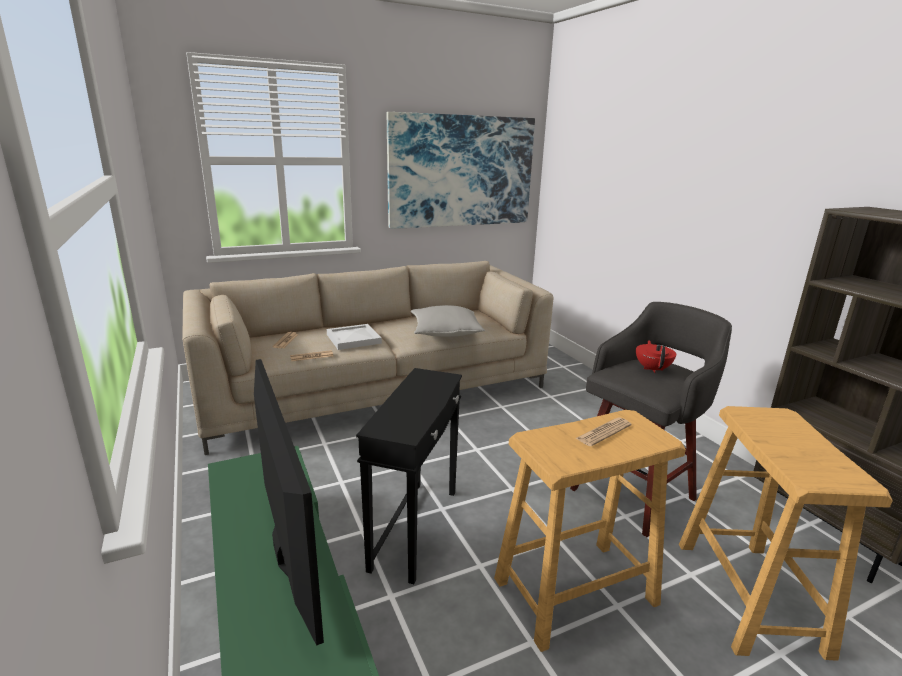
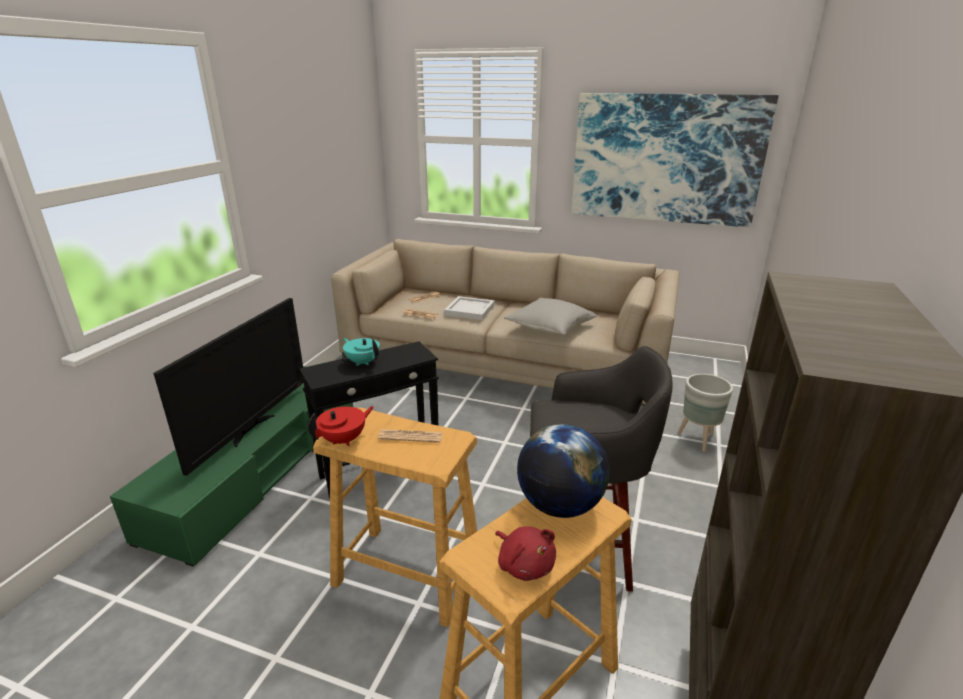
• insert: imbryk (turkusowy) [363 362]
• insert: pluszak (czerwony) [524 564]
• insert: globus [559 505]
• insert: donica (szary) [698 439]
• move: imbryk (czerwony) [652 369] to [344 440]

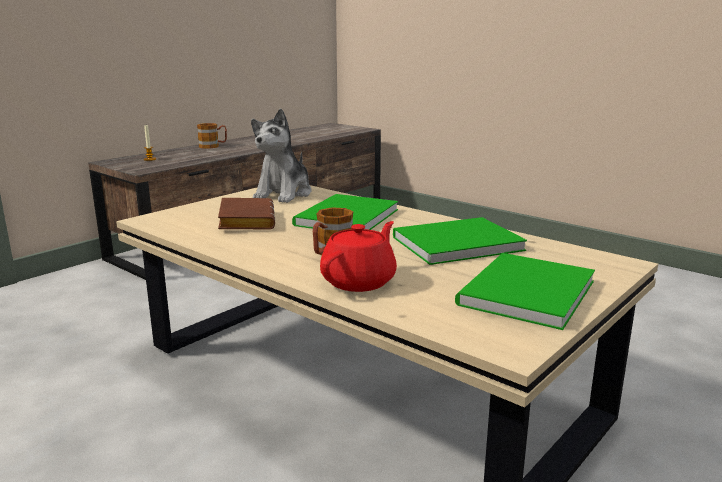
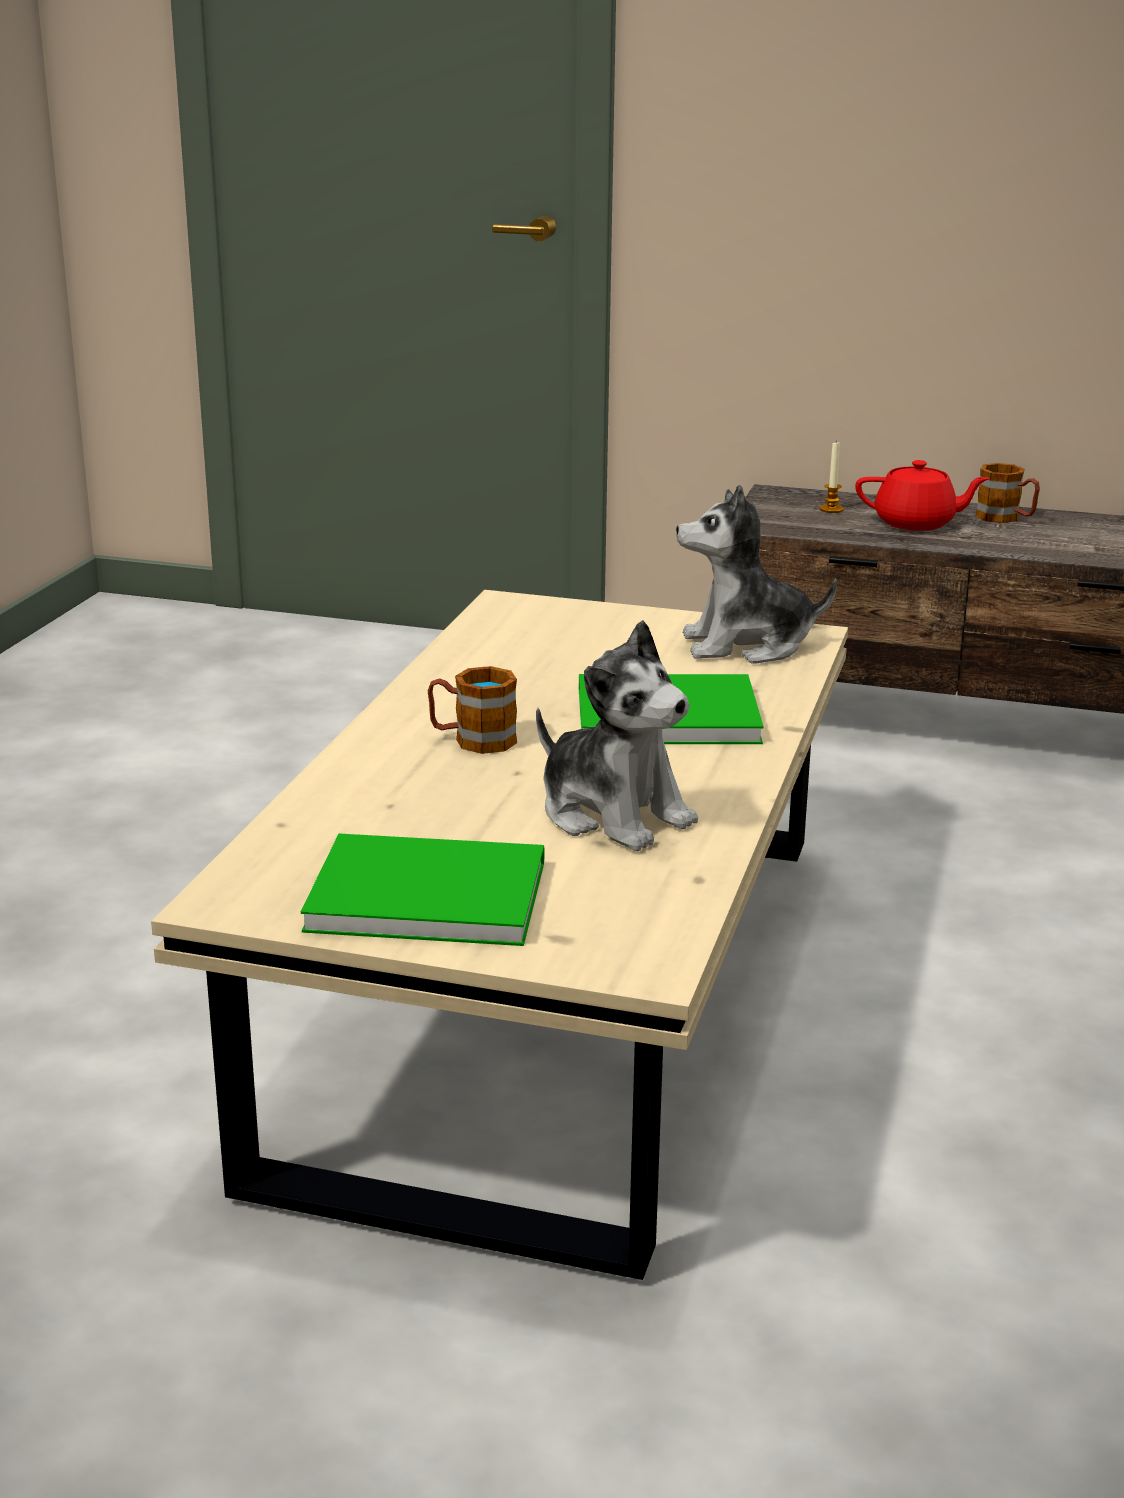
• delete: książka (brązowy) [244 220]
• move: imbryk (czerwony) [359 281] to [916 523]
• replace: książka (zielony) [452 243] to pluszak [613 815]

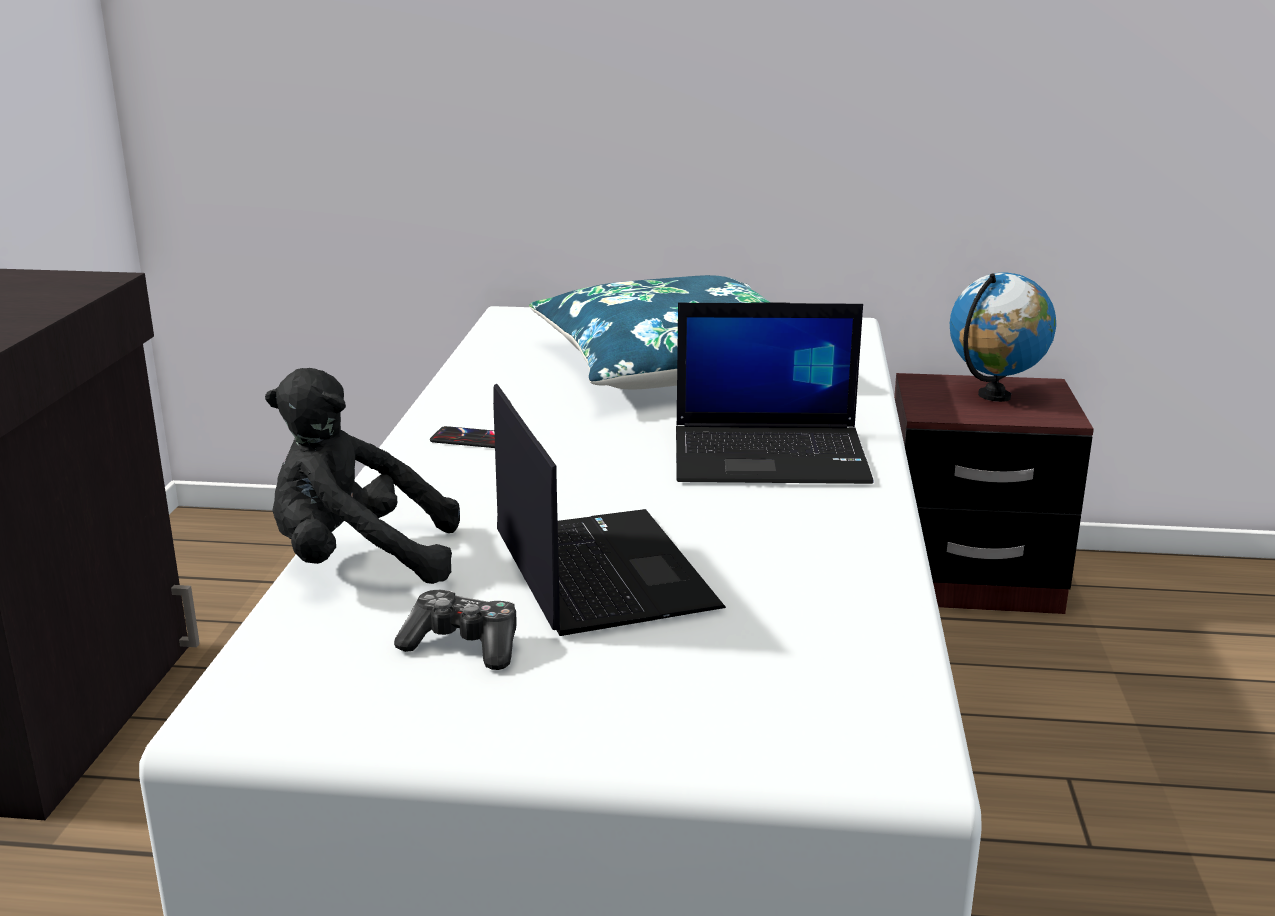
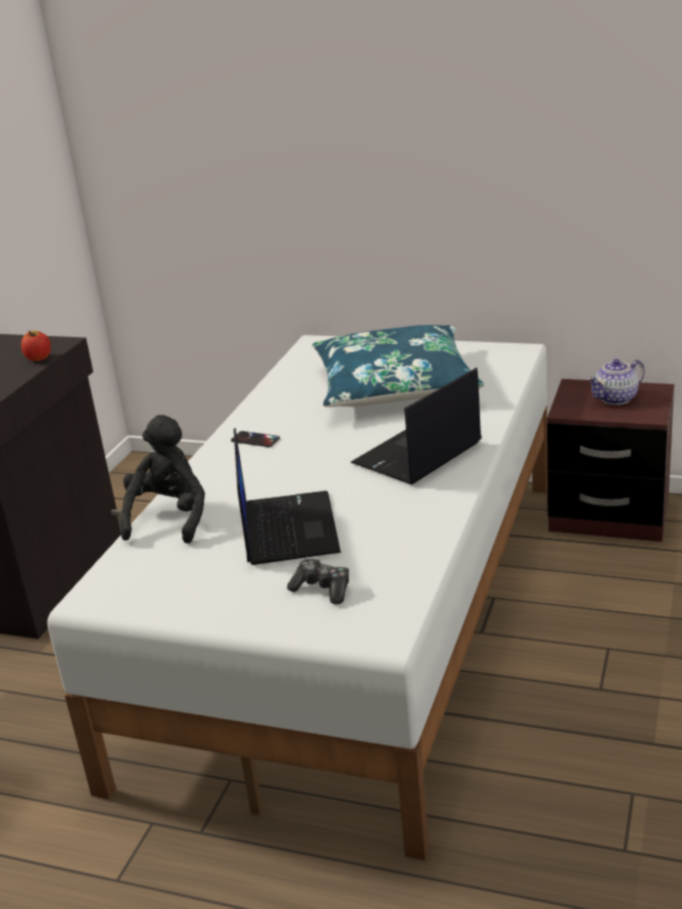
• insert: jabłko [38 358]
• move: pad do gier [463 645] to [322 589]
• replace: globus [994 396] to imbryk [616 398]
• rotate: pluszak (czarny) [358 562] = [169 518] 90 degrees clockwise
• rotate: laptop [772 456] = [417 455] 120 degrees clockwise

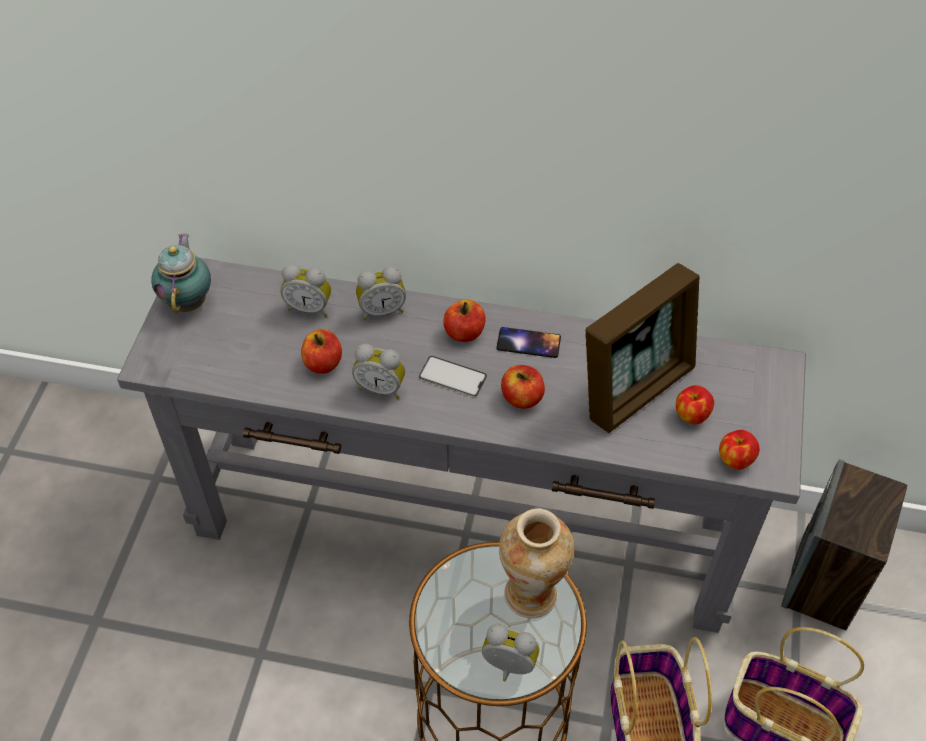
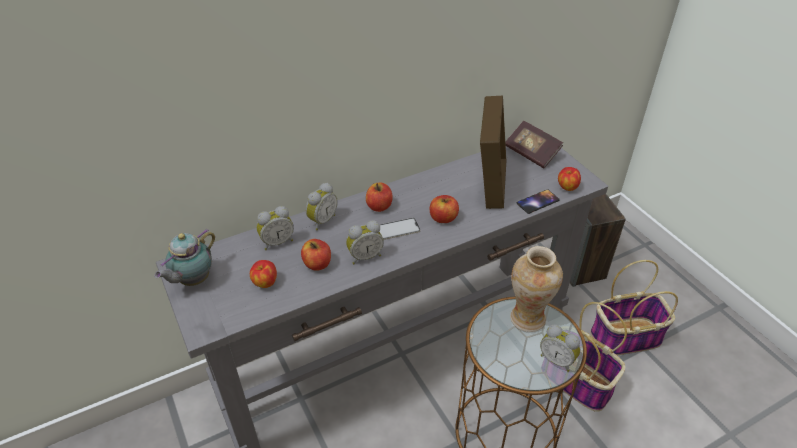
• insert: książka [531 153]
• move: telefon [528 343] to [537 202]
• move: jabłko [691 415] to [265 283]
• rotate: imbryk [188 300] = [193 280] 105 degrees counterclockwise
• rotate: budzik [508 667] = [557 359] 120 degrees counterclockwise

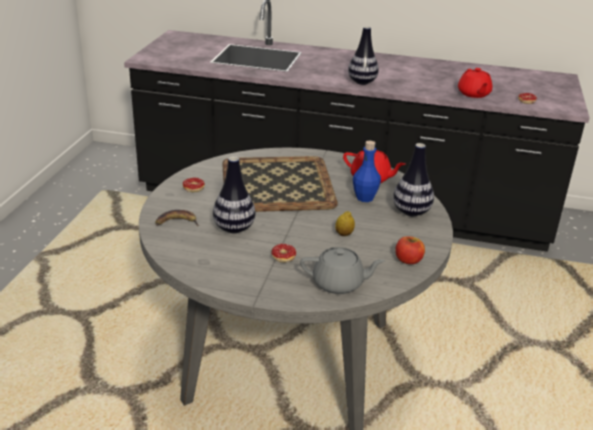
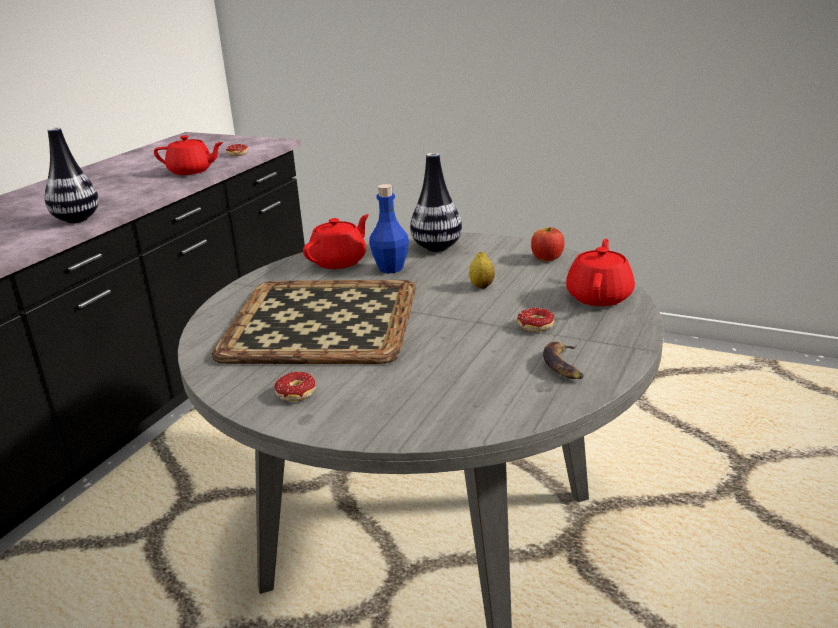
• delete: wazon [234 228]
• move: banan [176 222] to [564 365]
• recolor: imbryk (szary) [339 284] to imbryk (czerwony) [599 296]

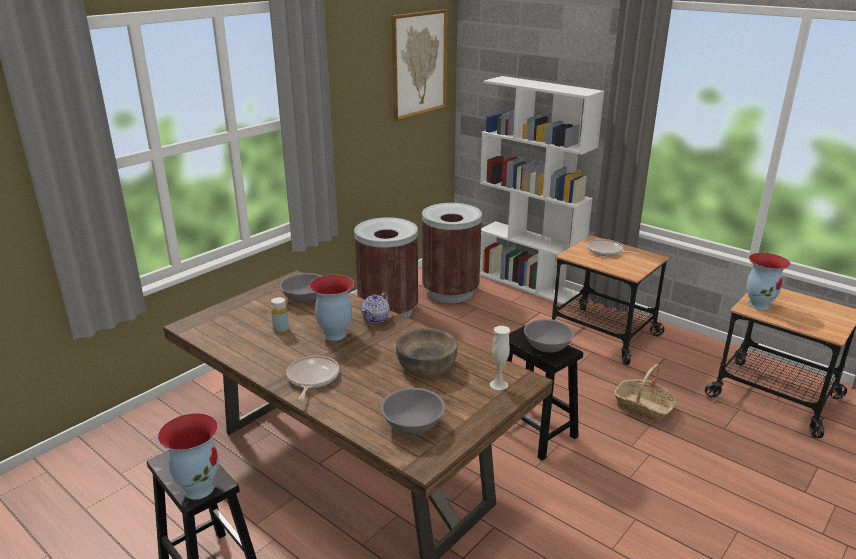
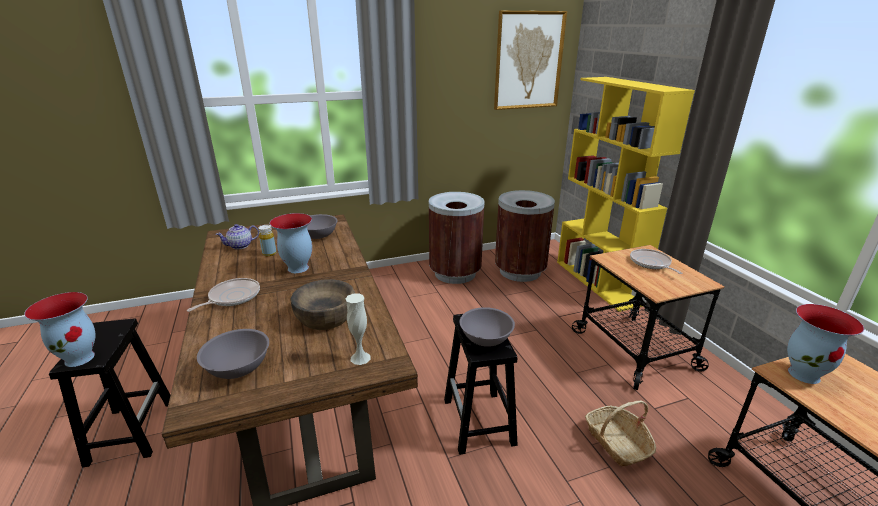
• move: imbryk [376 318] to [240 246]
• recolor: regał (biały) [528 284] to regał (żółty) [598 282]

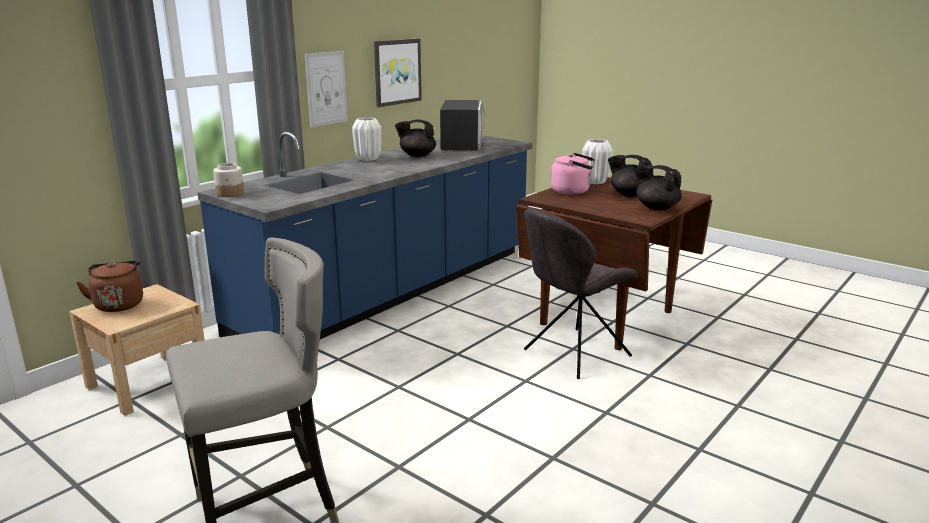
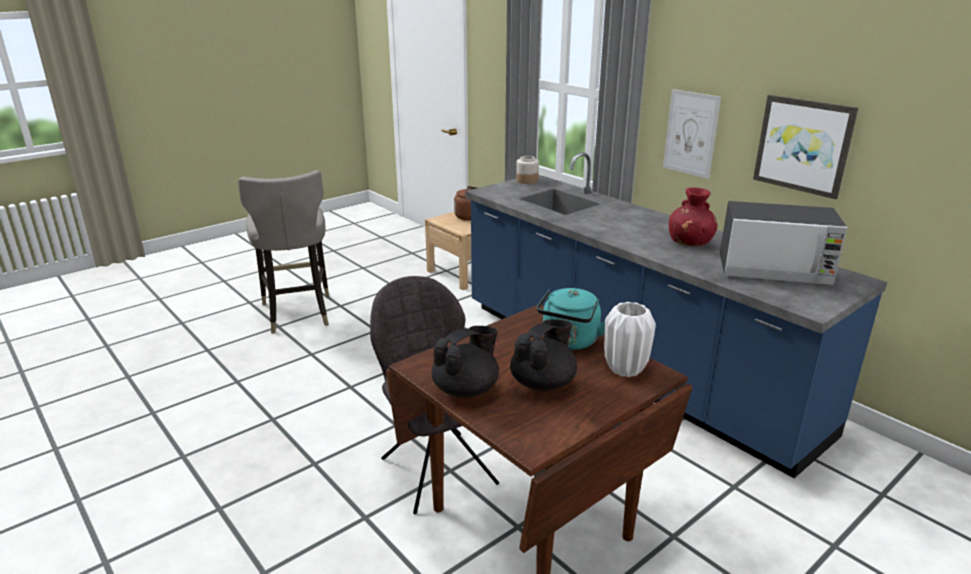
• delete: wazon (biały) [368 159]
• replace: imbryk (czarny) [417 155] to wazon (czerwony) [690 243]
• recolor: czajnik (różowy) [573 191] to czajnik (turkusowy) [569 342]

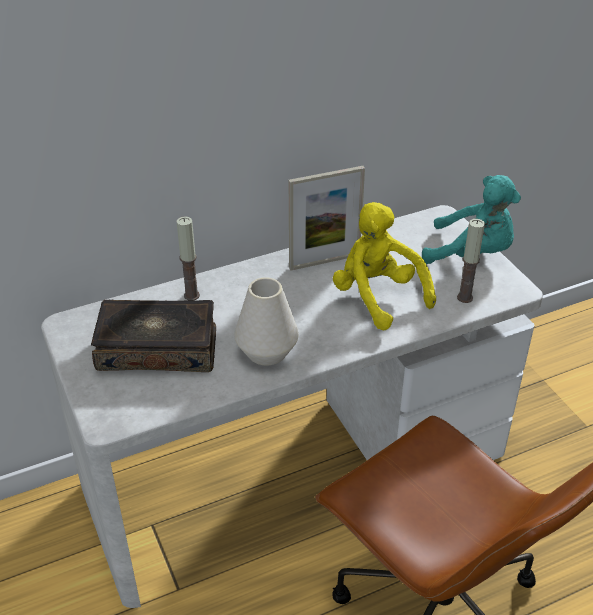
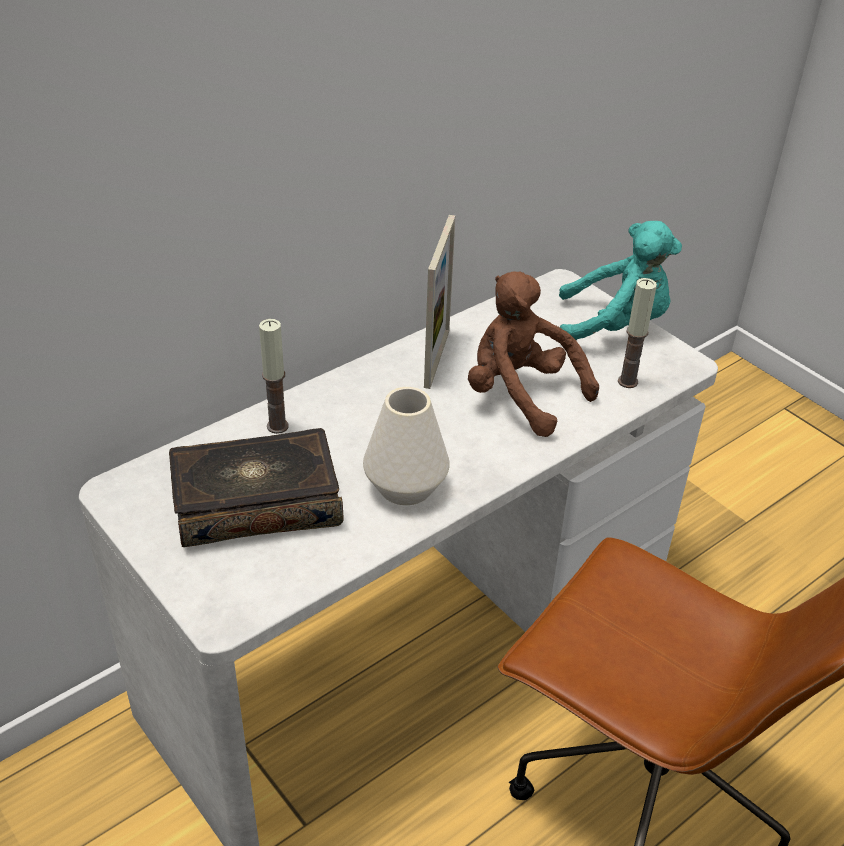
• recolor: pluszak (żółty) [377 297] to pluszak (brązowy) [520 395]
• rotate: ramka na zdjęcie [324 261] = [437 358] 45 degrees counterclockwise

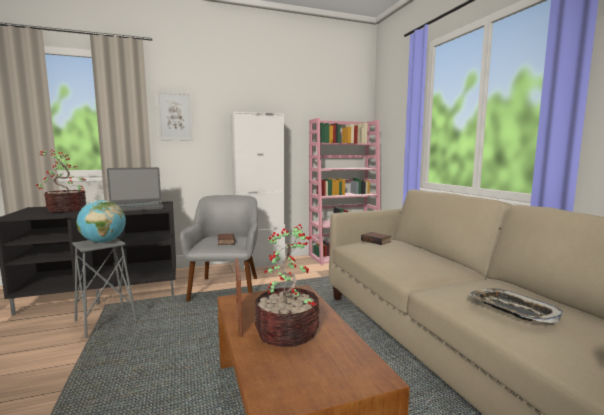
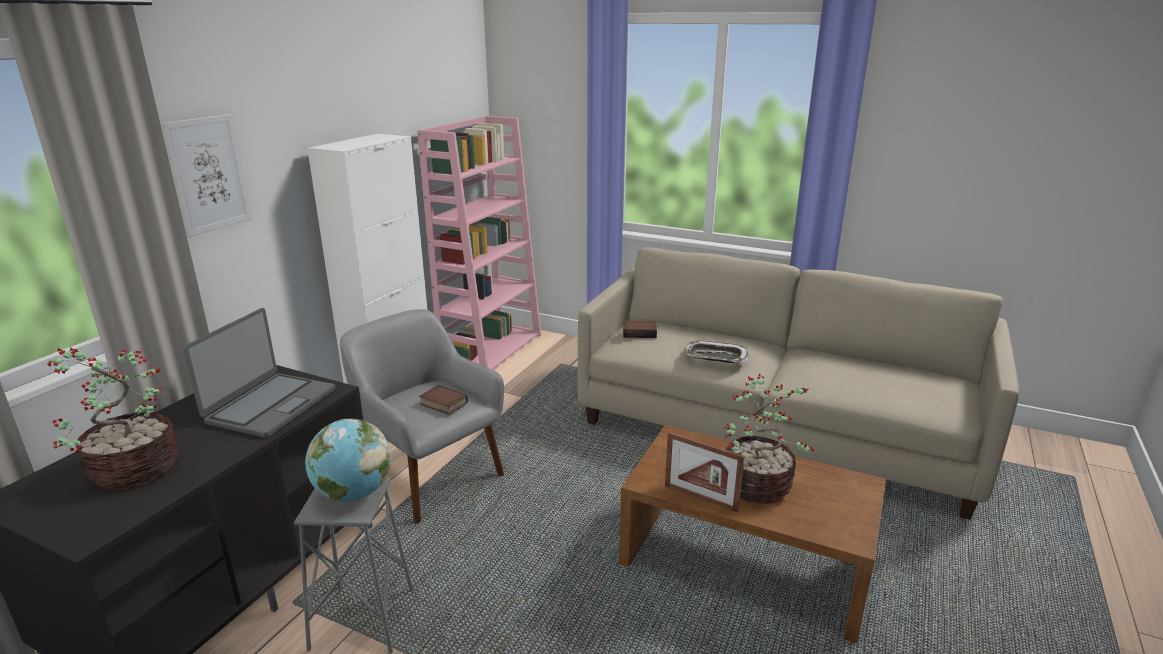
• move: taca [512 310] to [715 357]

